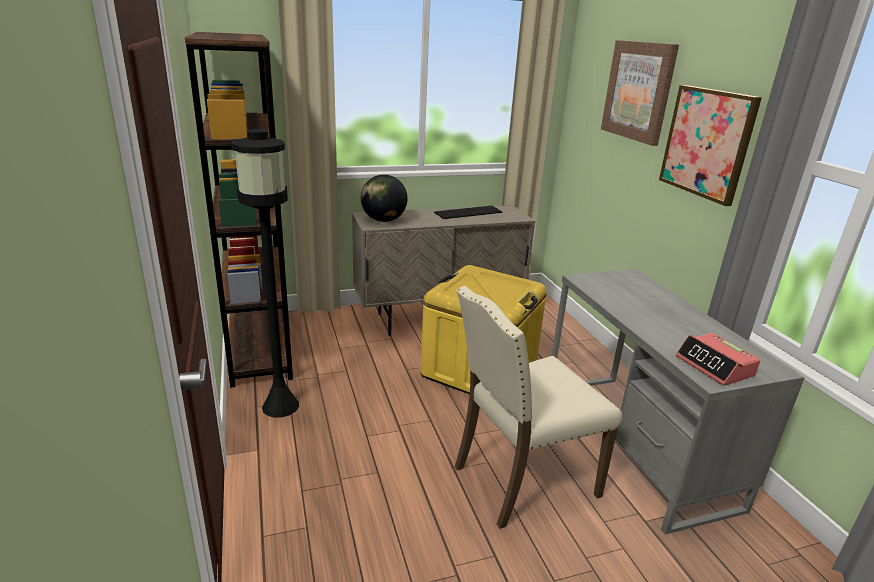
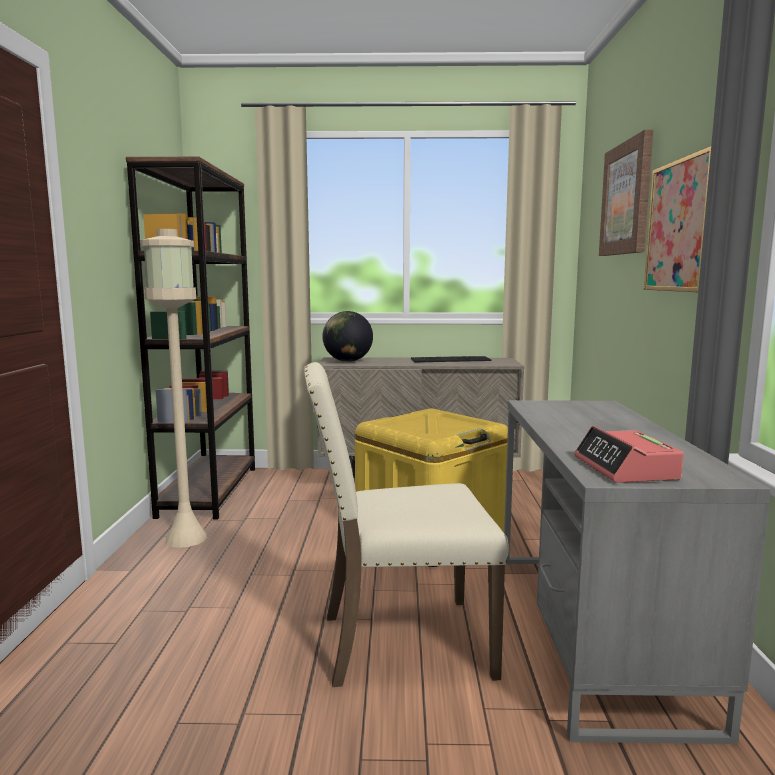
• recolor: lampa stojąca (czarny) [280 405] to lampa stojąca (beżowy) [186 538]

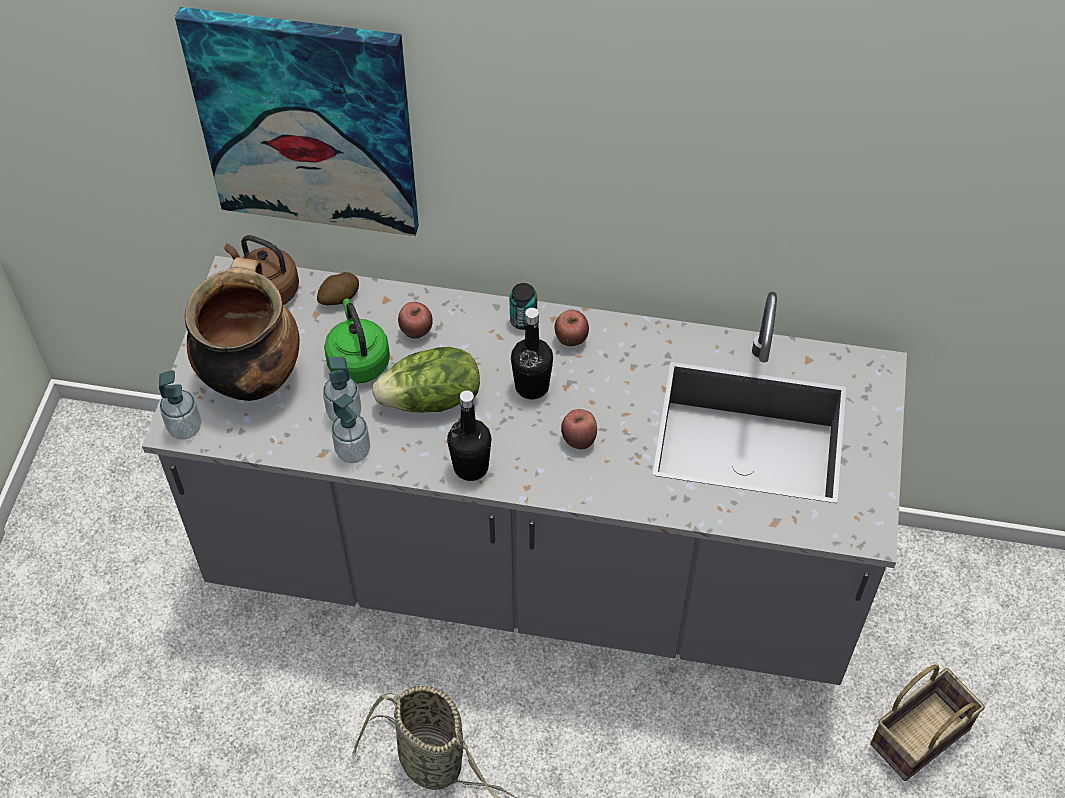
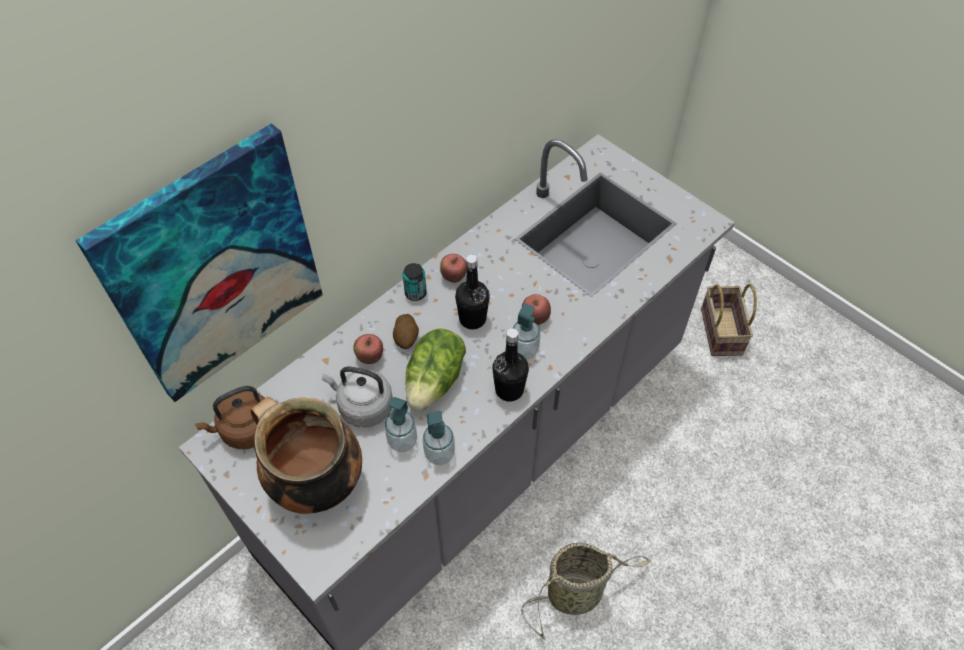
• move: dozownik mydła [185 428] to [524 350]
• move: ziemniak [339 298] to [406 338]
• recolor: czajnik (zielony) [358 360] to czajnik (szary) [363 406]

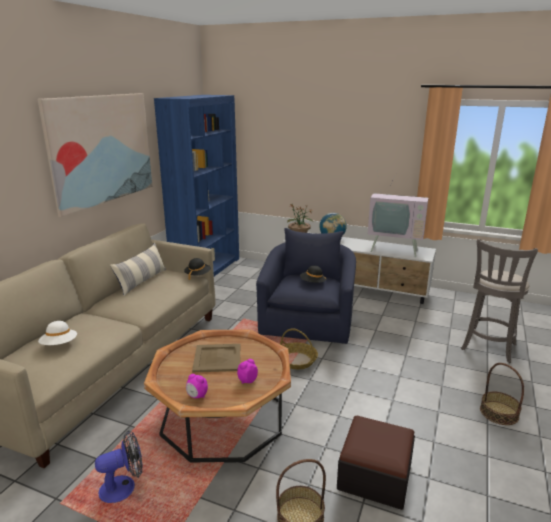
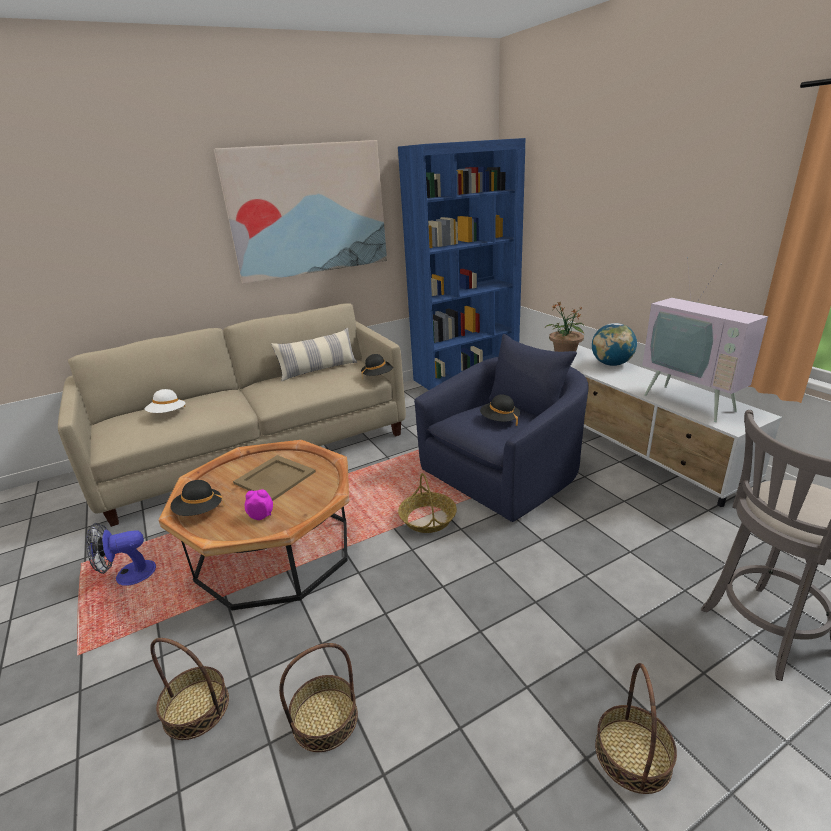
• replace: budzik [197 396] to kapelusz (czarny) [199 511]
• replace: pufa [375 475] to koszyk [325 719]
• rotate: wentylator [124 486] = [128 575] 150 degrees clockwise

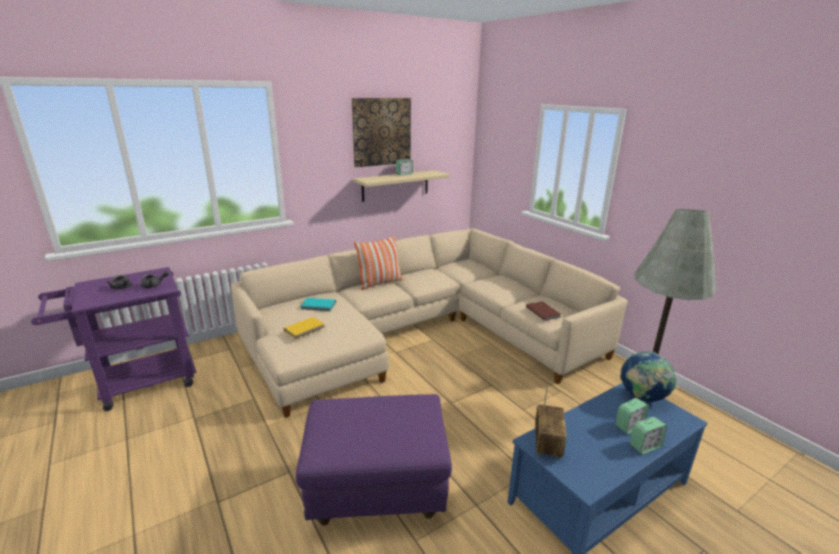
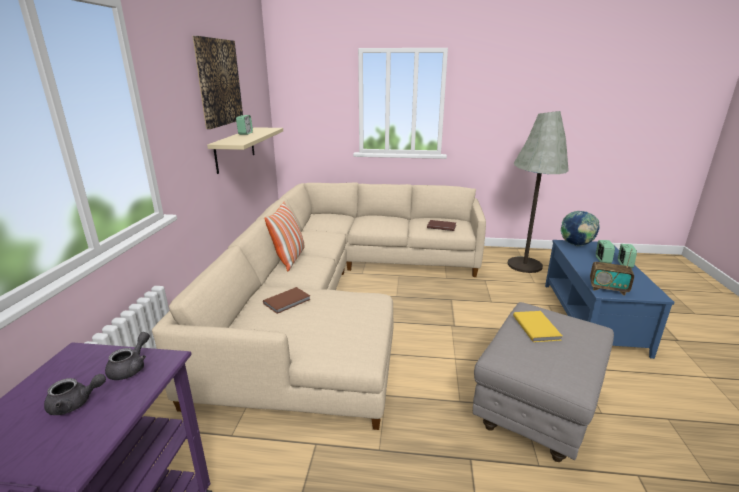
• move: książka (żółty) [305 329] to [537 327]
• recolor: pufa (fioletowy) [376 492] to pufa (szary) [536 411]
• recolor: książka (turkusowy) [318 306] to książka (brązowy) [288 301]
• rotate: radio [547 444] = [608 289] 150 degrees clockwise

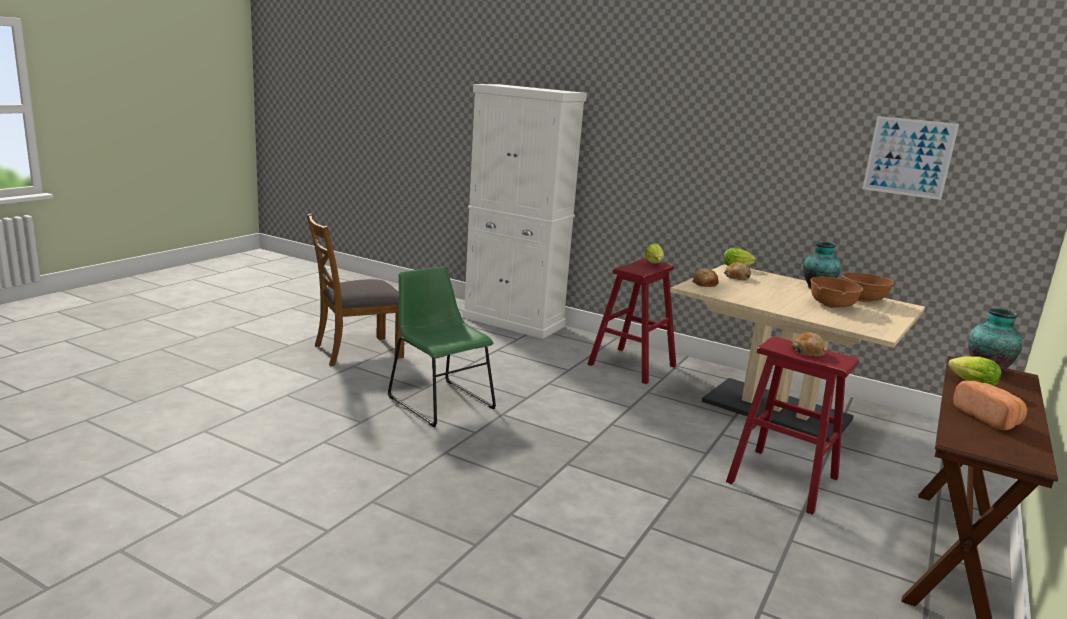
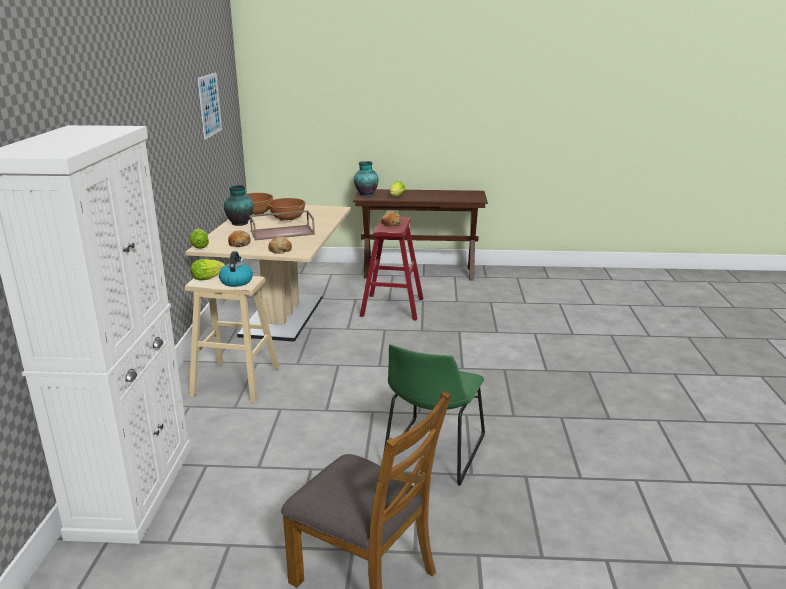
• delete: chleb [988 418]
• insert: czajnik [236 281]
• insert: taca (brązowy) [283 232]
• recolor: stołek (czerwony) [632 365] to stołek (beżowy) [235 381]

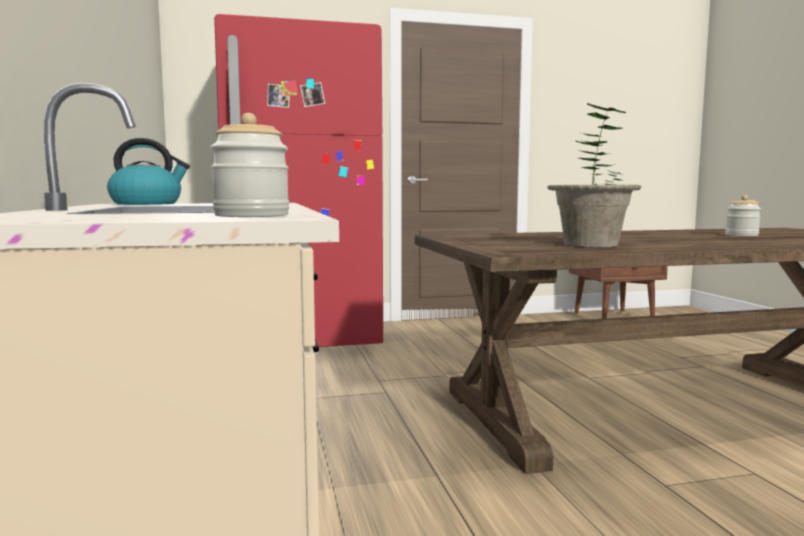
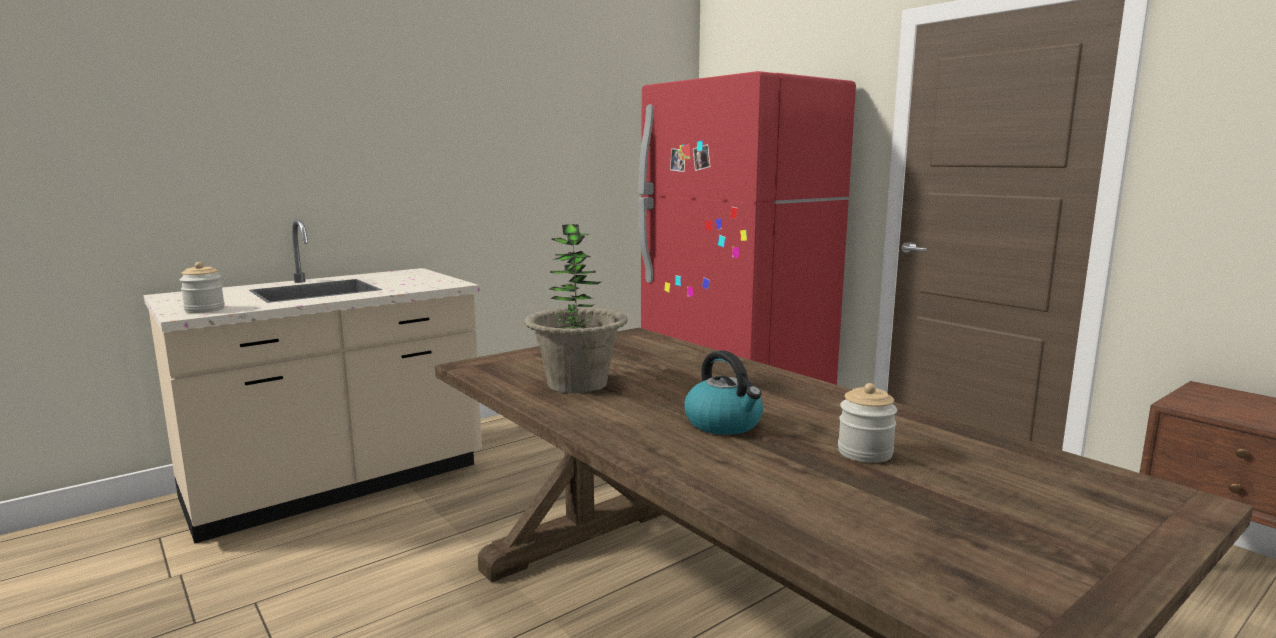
• move: czajnik [147 204] to [724 424]

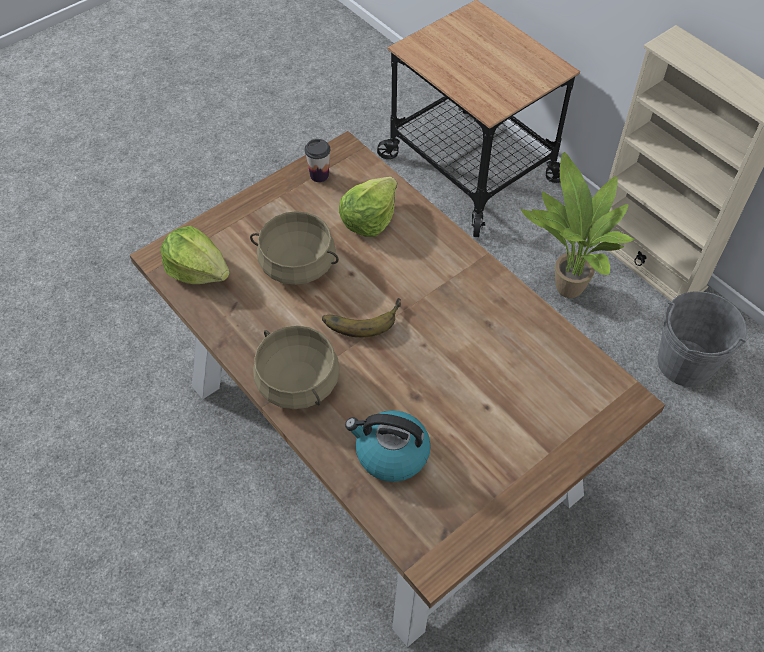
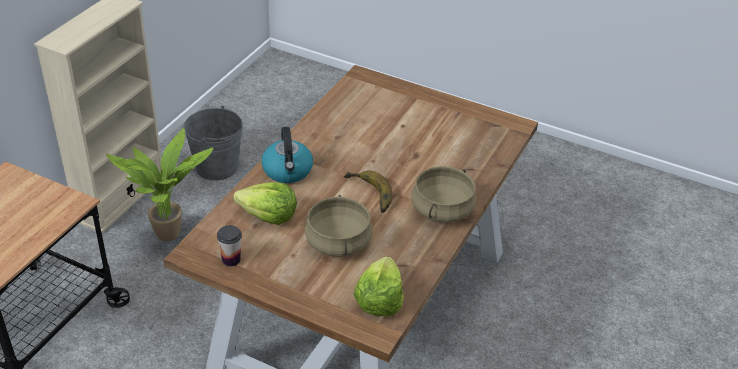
• move: czajnik [390 453] to [288 171]

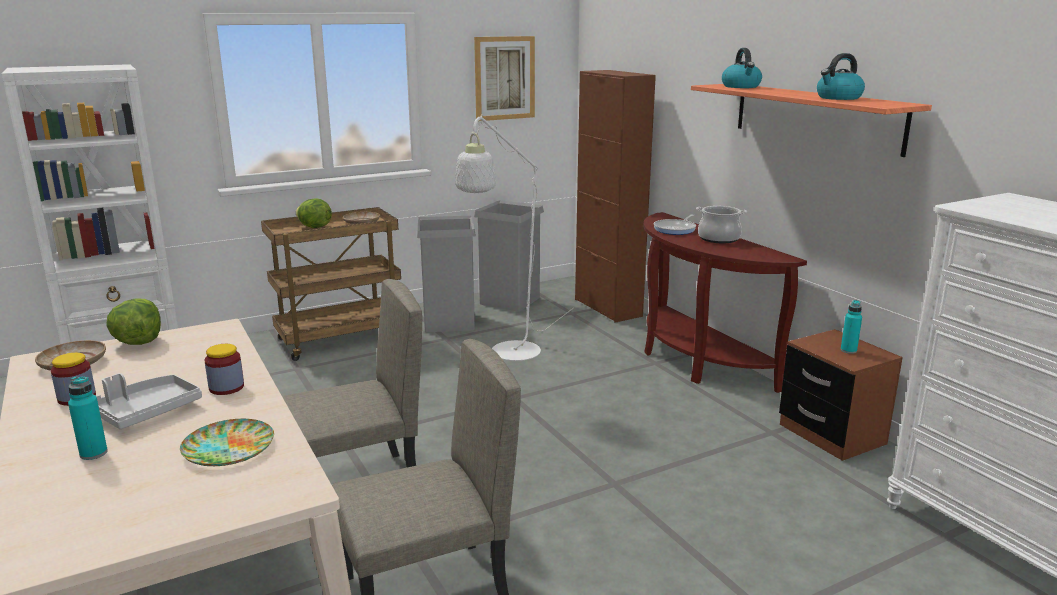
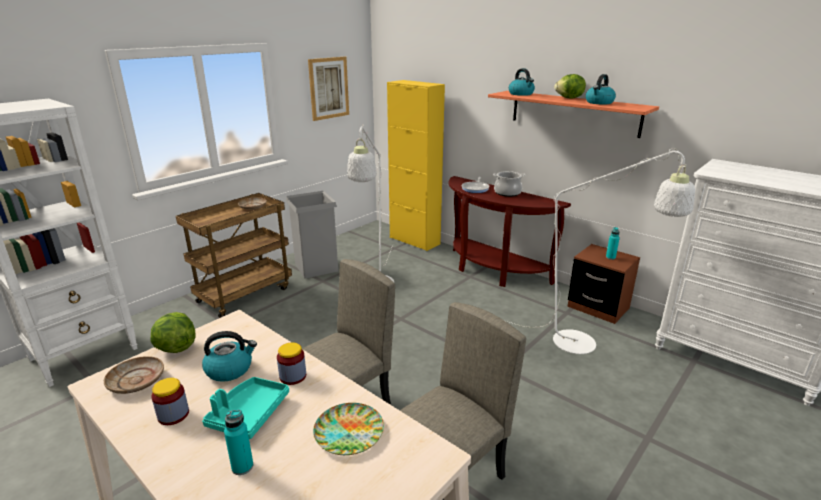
• delete: kosz na śmieci (szary) [510 301]
• insert: czajnik [230 369]
• insert: lampa stojąca (biały) [586 344]
• move: sałata [314 227] to [569 98]
• recolor: taca (szary) [146 411] to taca (turkusowy) [248 414]
• recolor: szafka (brązowy) [607 308] to szafka (żółty) [414 241]

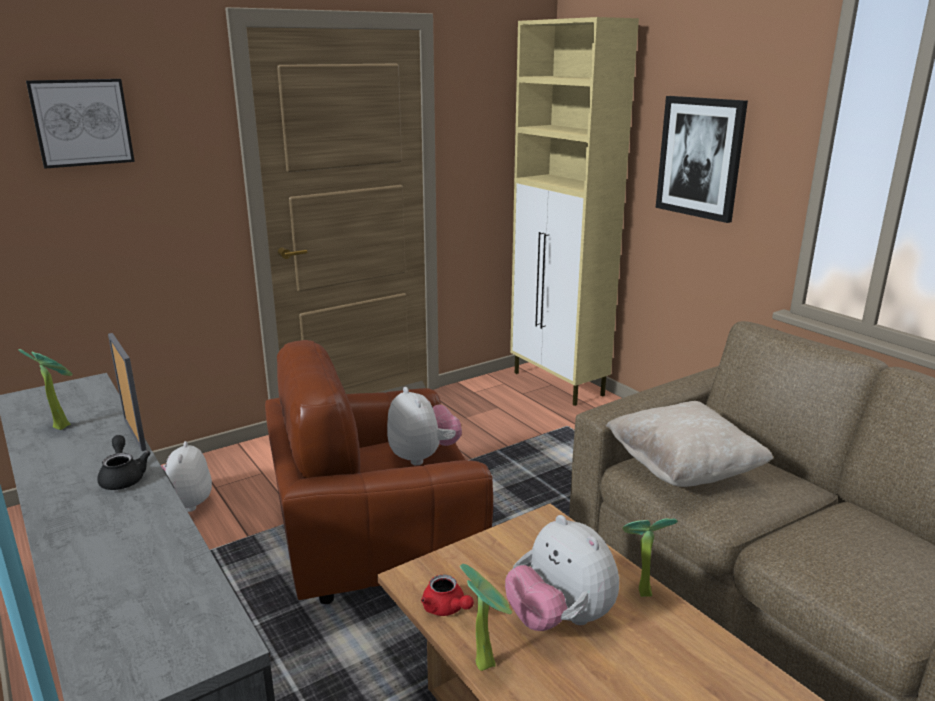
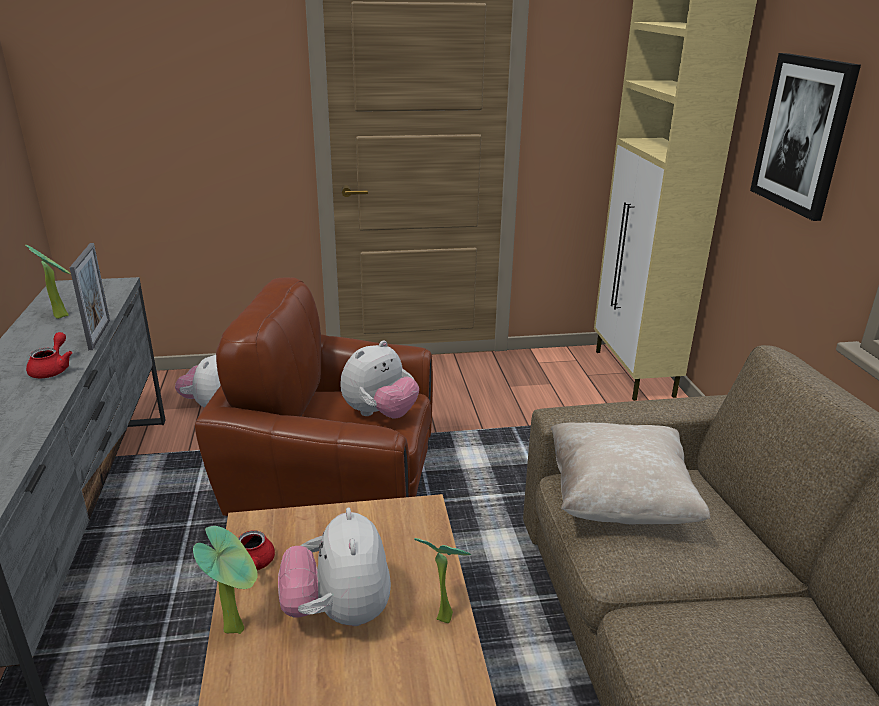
• delete: obraz [82 122]
• recolor: imbryk (czarny) [123 477] to imbryk (czerwony) [53 369]
• rotate: pluszak [423 456] = [380 414] 45 degrees clockwise

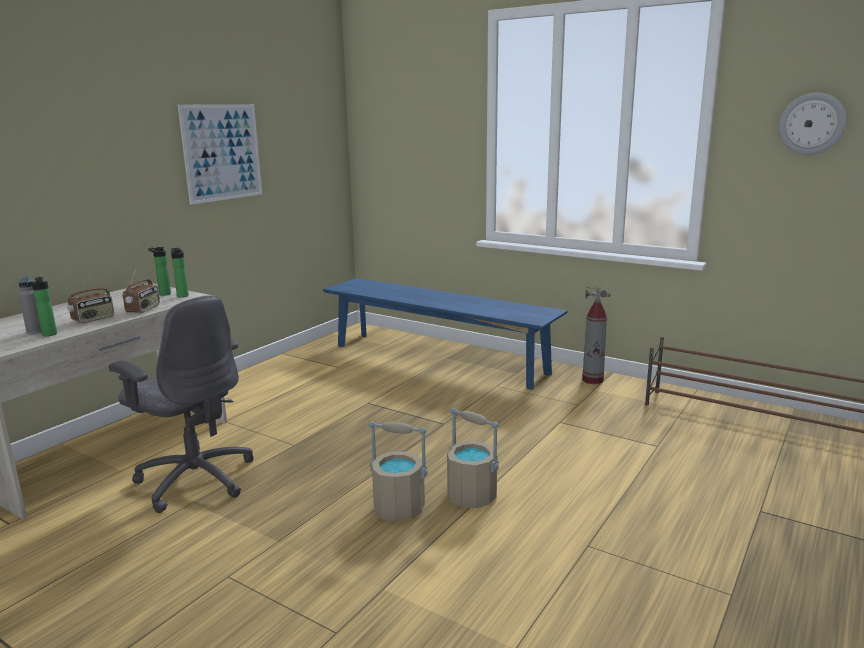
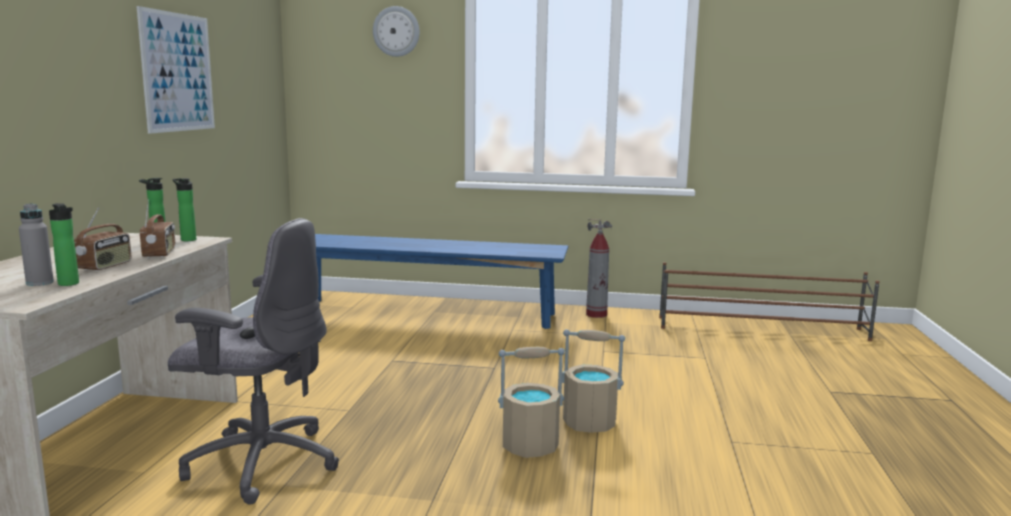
• move: zegar ścienny [812 124] to [396 31]

